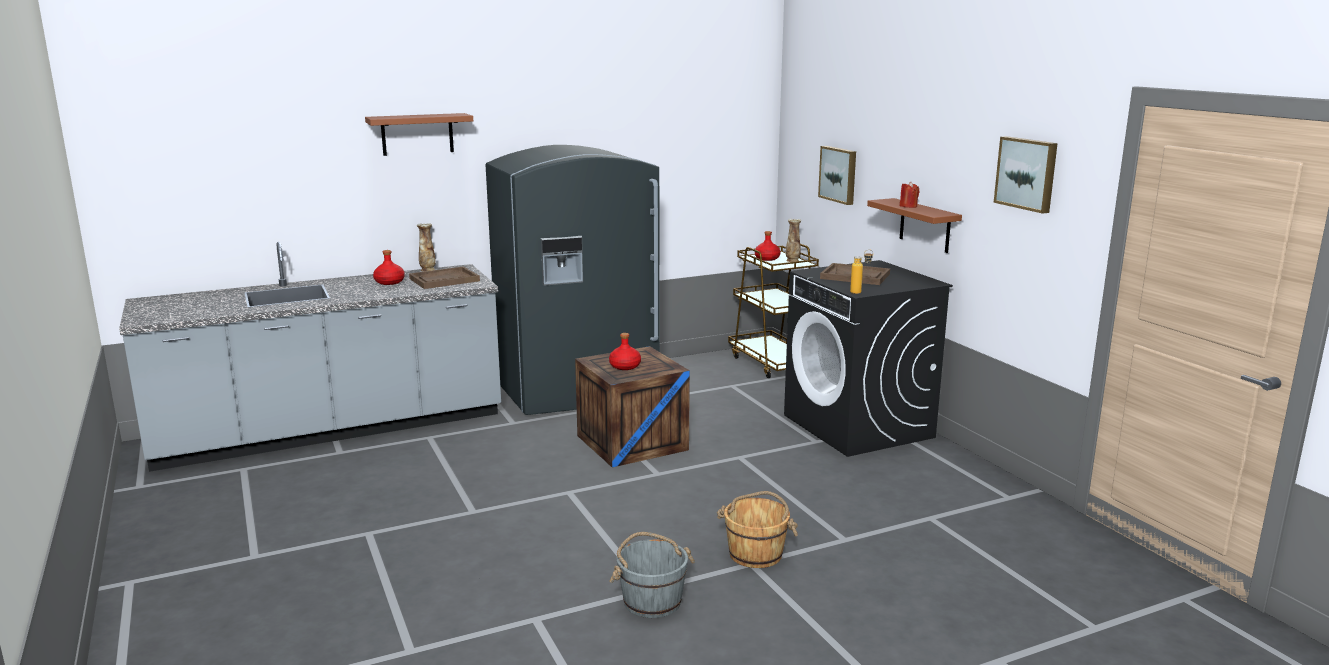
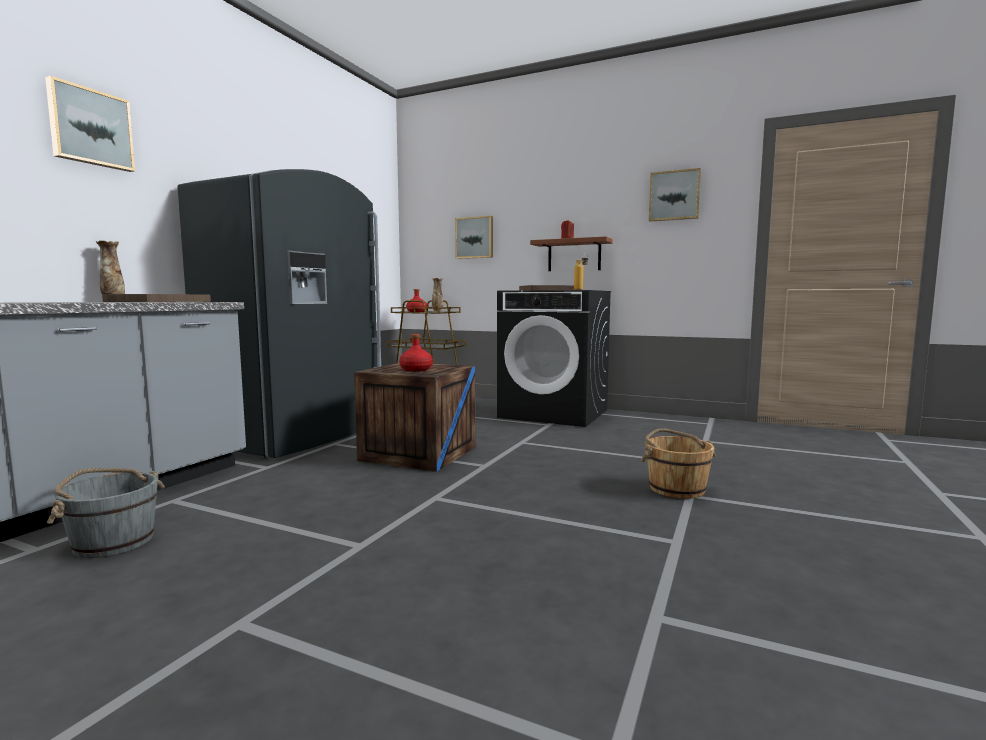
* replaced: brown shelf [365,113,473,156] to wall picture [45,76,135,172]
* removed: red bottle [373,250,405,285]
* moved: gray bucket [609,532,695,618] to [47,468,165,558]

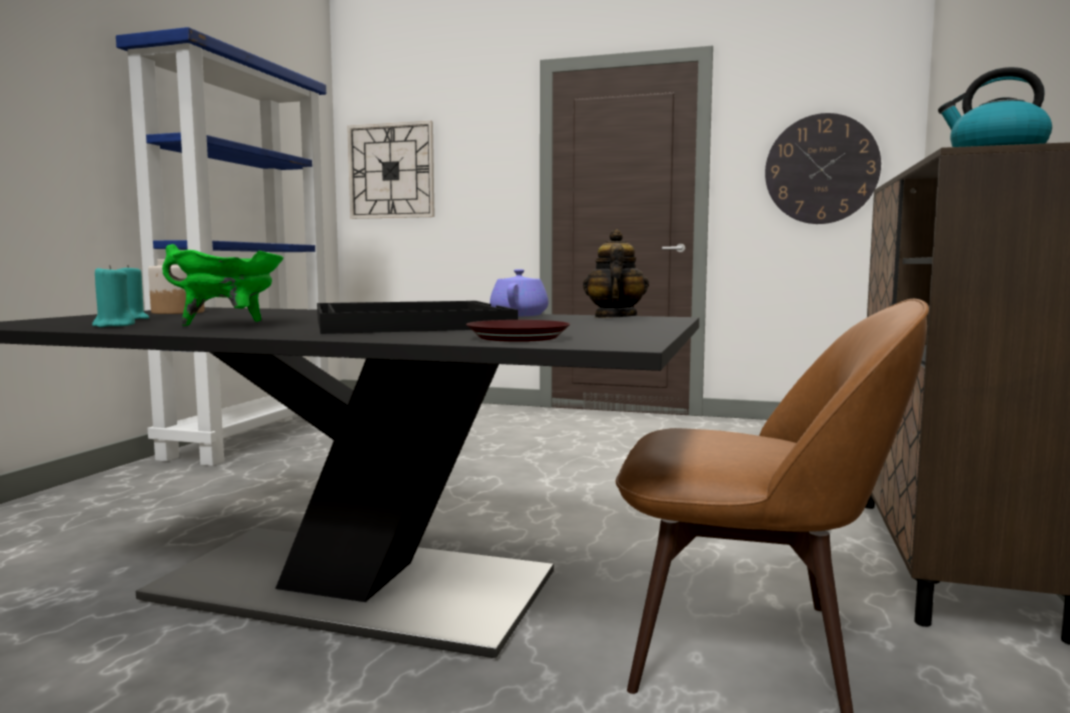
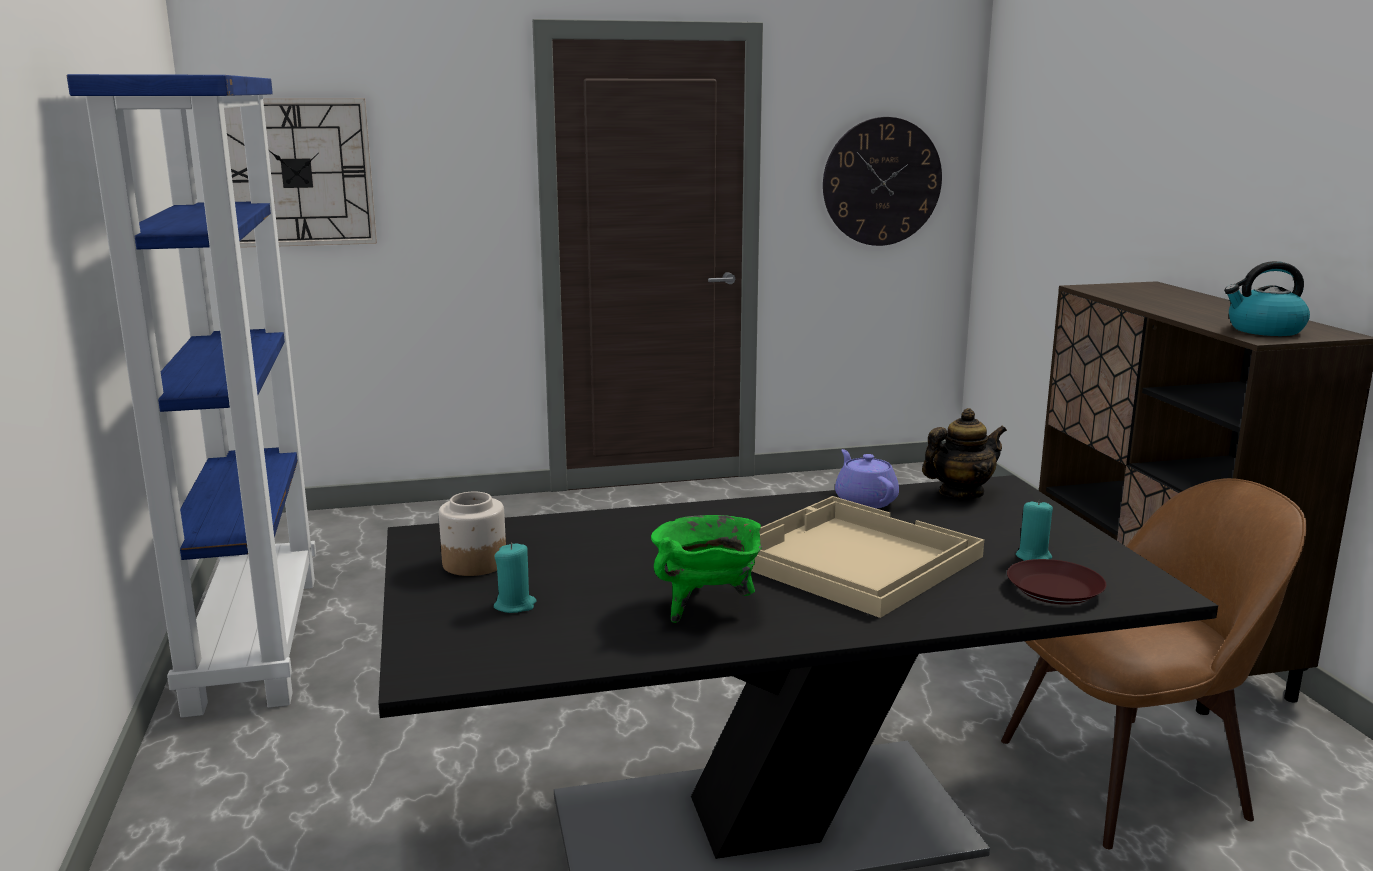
* moved: turquoise-coloured wax candle [92,265,135,327] to [1016,499,1053,561]
* recoloured: black-coloured tray [317,301,518,334] to beige-coloured tray [751,496,984,618]
* turned: tea pot [583,229,649,318] = [922,408,1007,499] 90 degrees clockwise

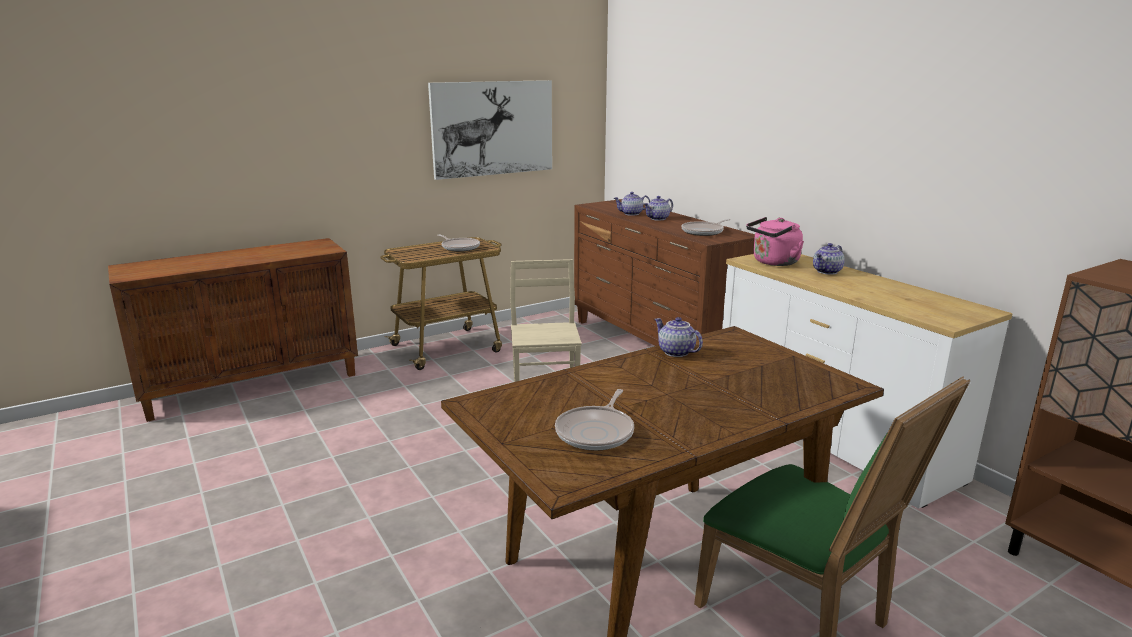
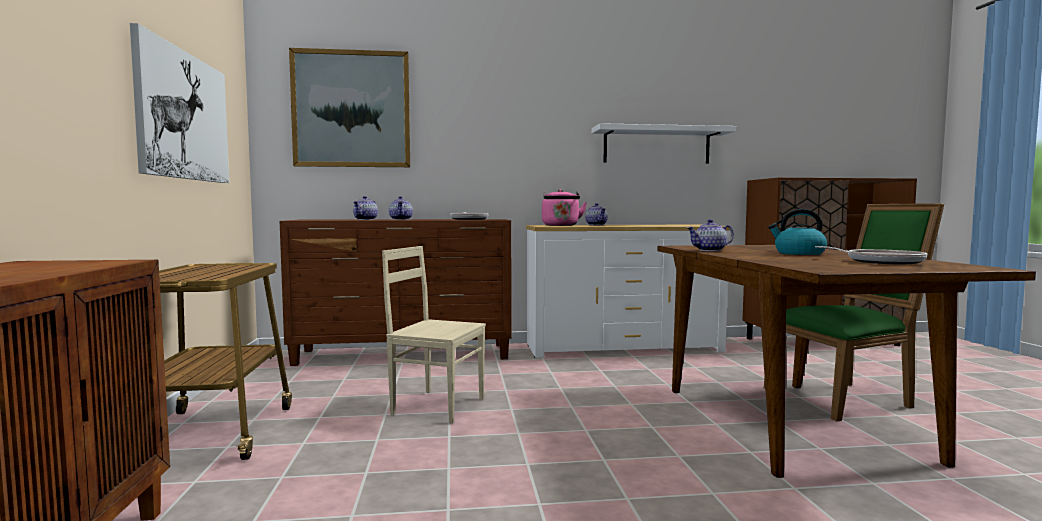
* removed: frying pan [437,234,480,252]
* added: wall picture [289,48,410,167]
* added: whitish shelf [592,123,736,164]
* added: kettle [768,209,827,255]

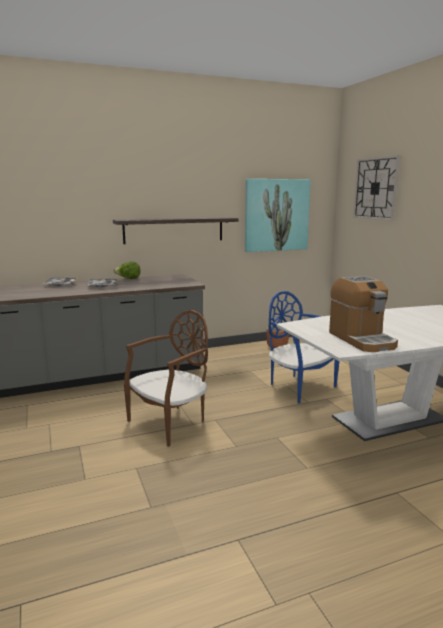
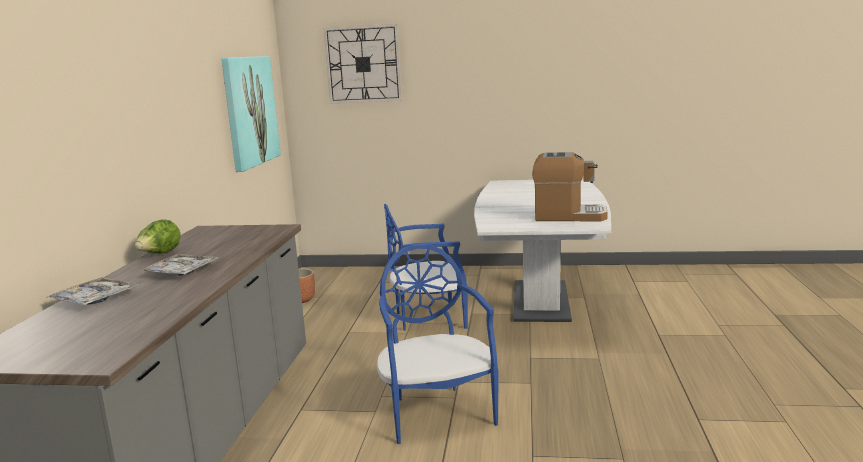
* removed: shelf [113,217,238,244]
* recoloured: brown chair [124,310,208,447] to blue-coloured chair [377,244,499,444]

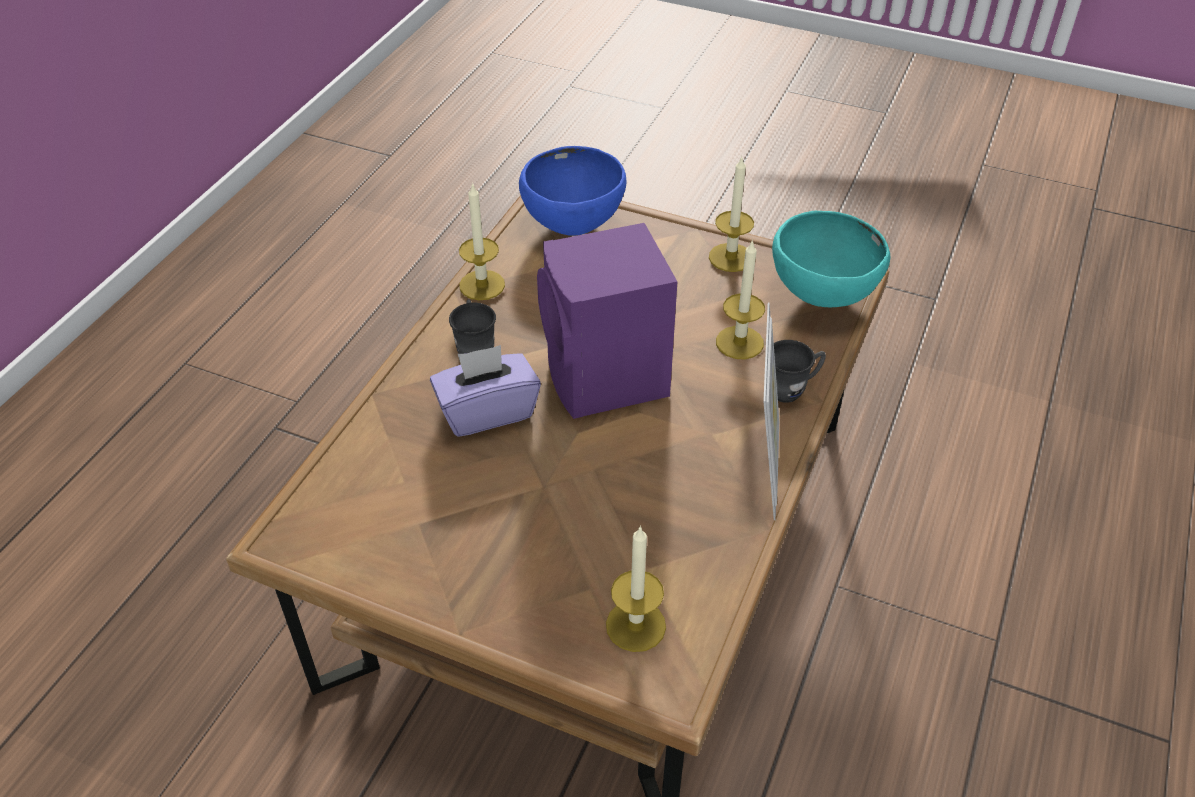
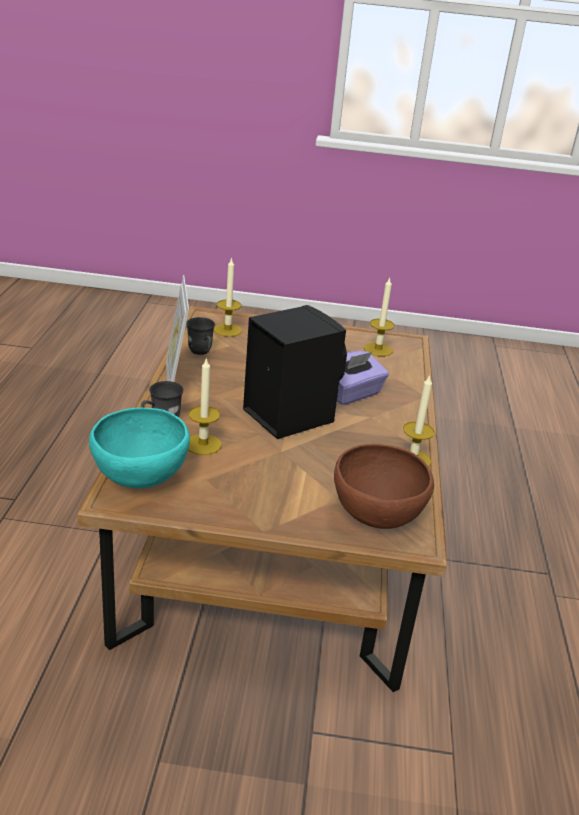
* moved: gray tea mug [449,299,496,354] to [186,317,215,355]
* recoloured: blue-coloured serving bowl [519,146,626,236] to brown serving bowl [334,444,434,529]
* recoloured: purple-coloured loudspeaker [537,223,678,419] to black-coloured loudspeaker [243,305,347,439]
* moved: wax candle [709,157,754,272] to [364,277,395,357]

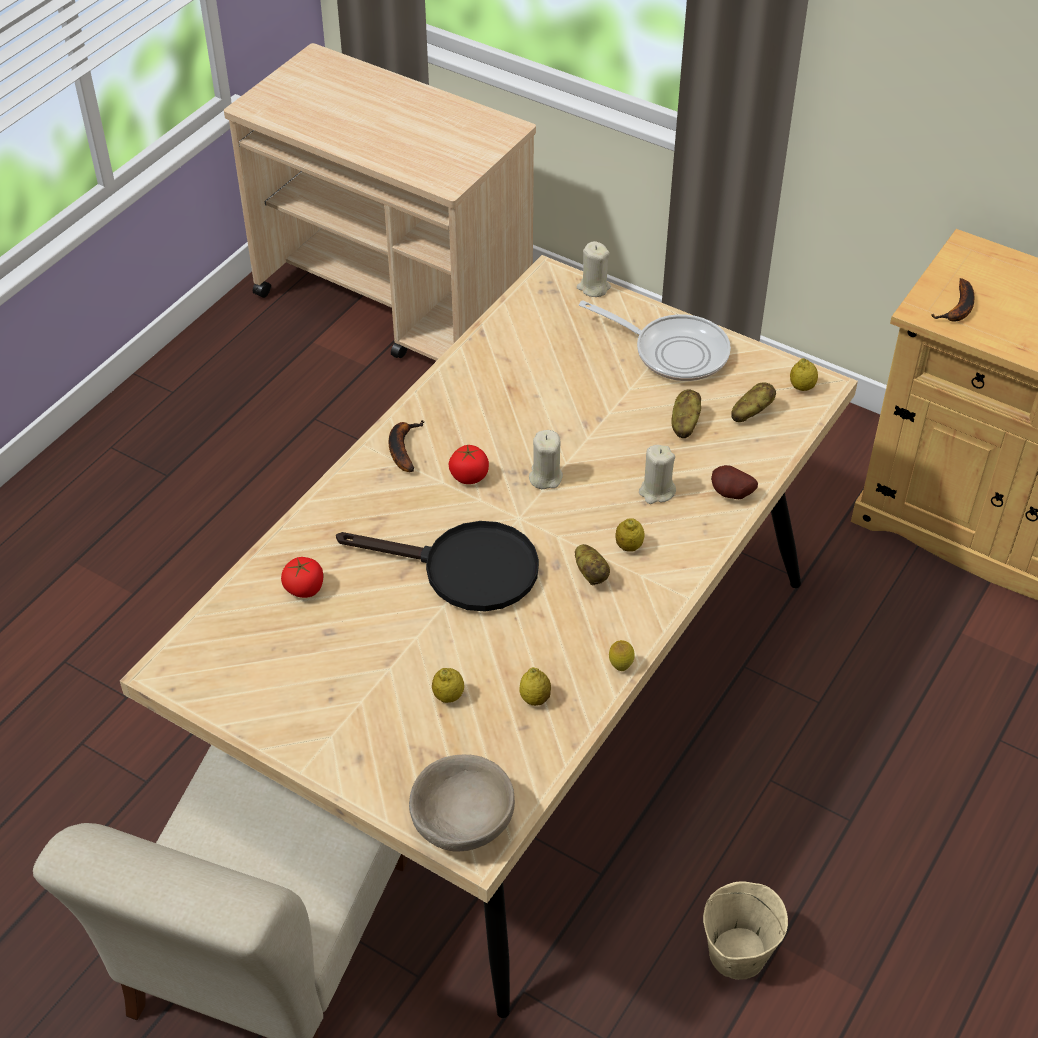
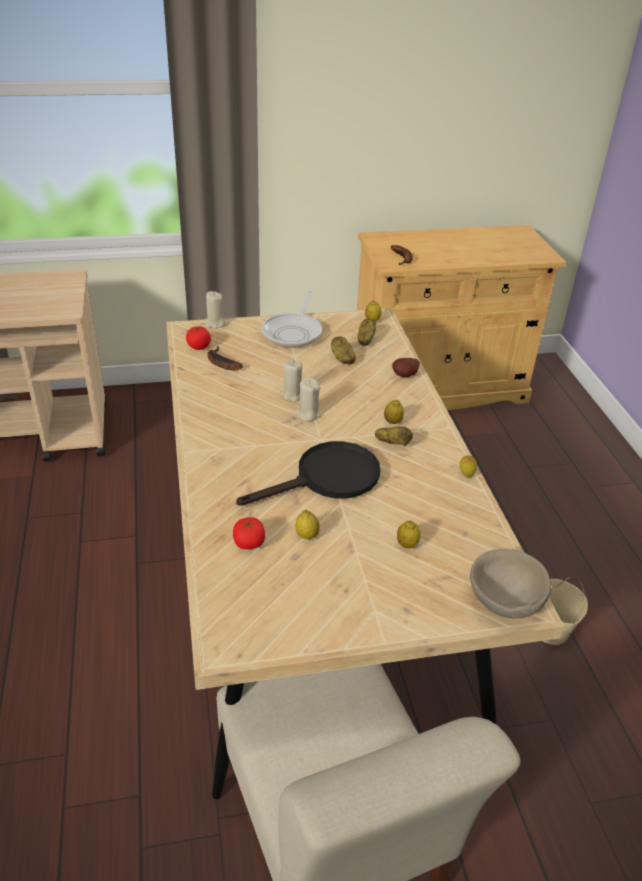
* moved: whole banana [389,420,425,472] to [207,346,243,370]
* moved: fresh tomato [448,444,489,484] to [186,326,211,350]
* moved: citrus fruit [519,667,551,706] to [296,510,320,539]
* turned: frying pan [579,300,731,381] = [262,289,322,348] 120 degrees clockwise
* moved: beige-coloured wax candle [639,445,676,504] to [281,360,302,402]

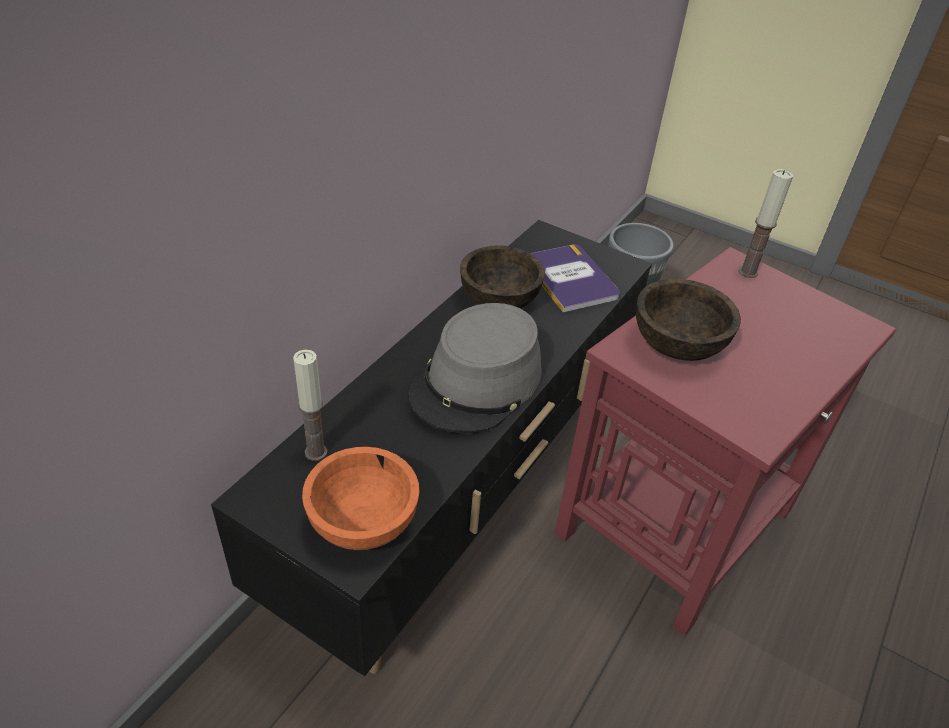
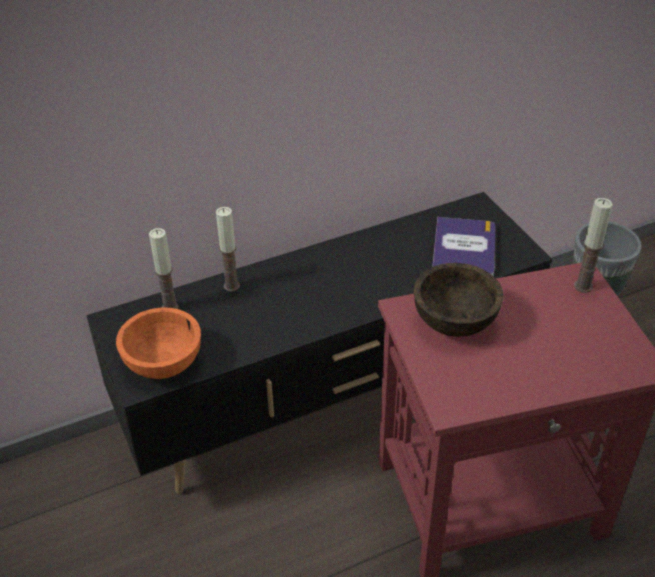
* removed: gray wearable hat [408,303,542,433]
* removed: brown serving bowl [460,245,545,308]
* added: wax candle [216,207,240,292]

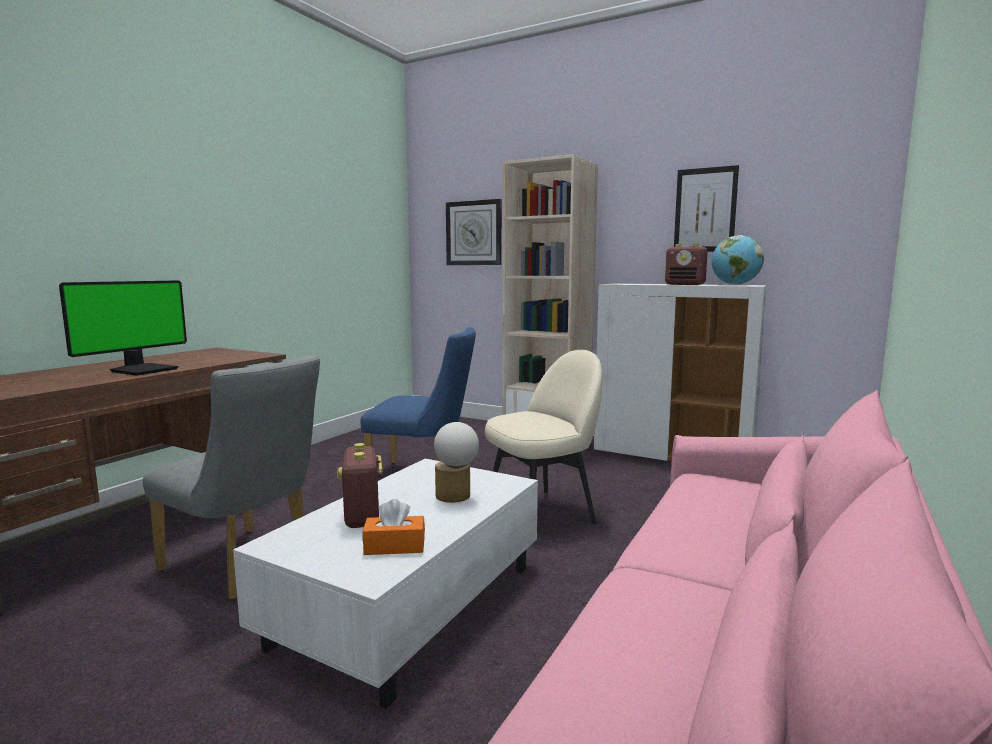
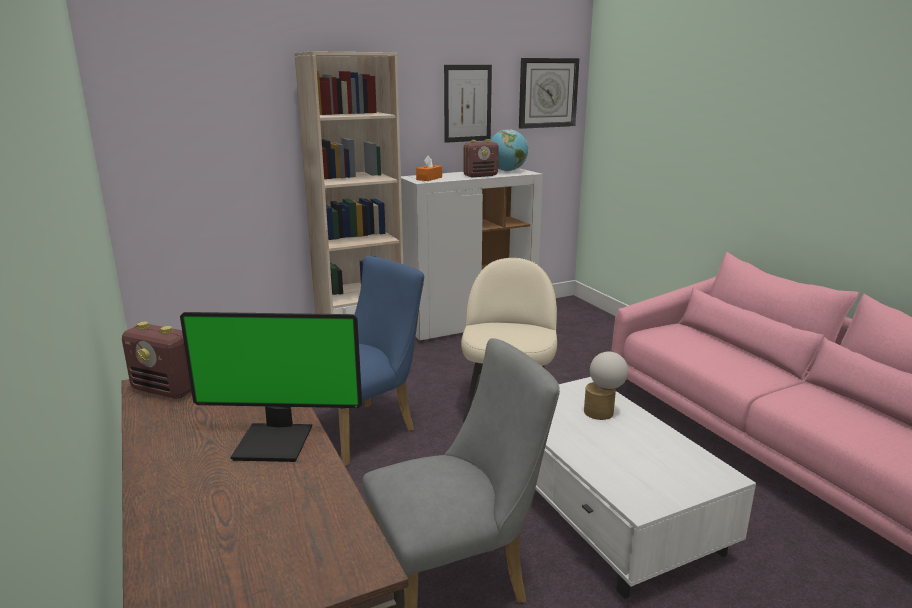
* turned: monitor [59,280,187,376] = [180,312,362,462] 120 degrees clockwise
* moved: radio receiver [337,443,382,528] to [122,322,192,399]
* moved: orangey tissue box [363,499,425,555] to [416,155,442,181]
* moved: clock on the wall [446,199,502,265] to [519,58,579,129]

